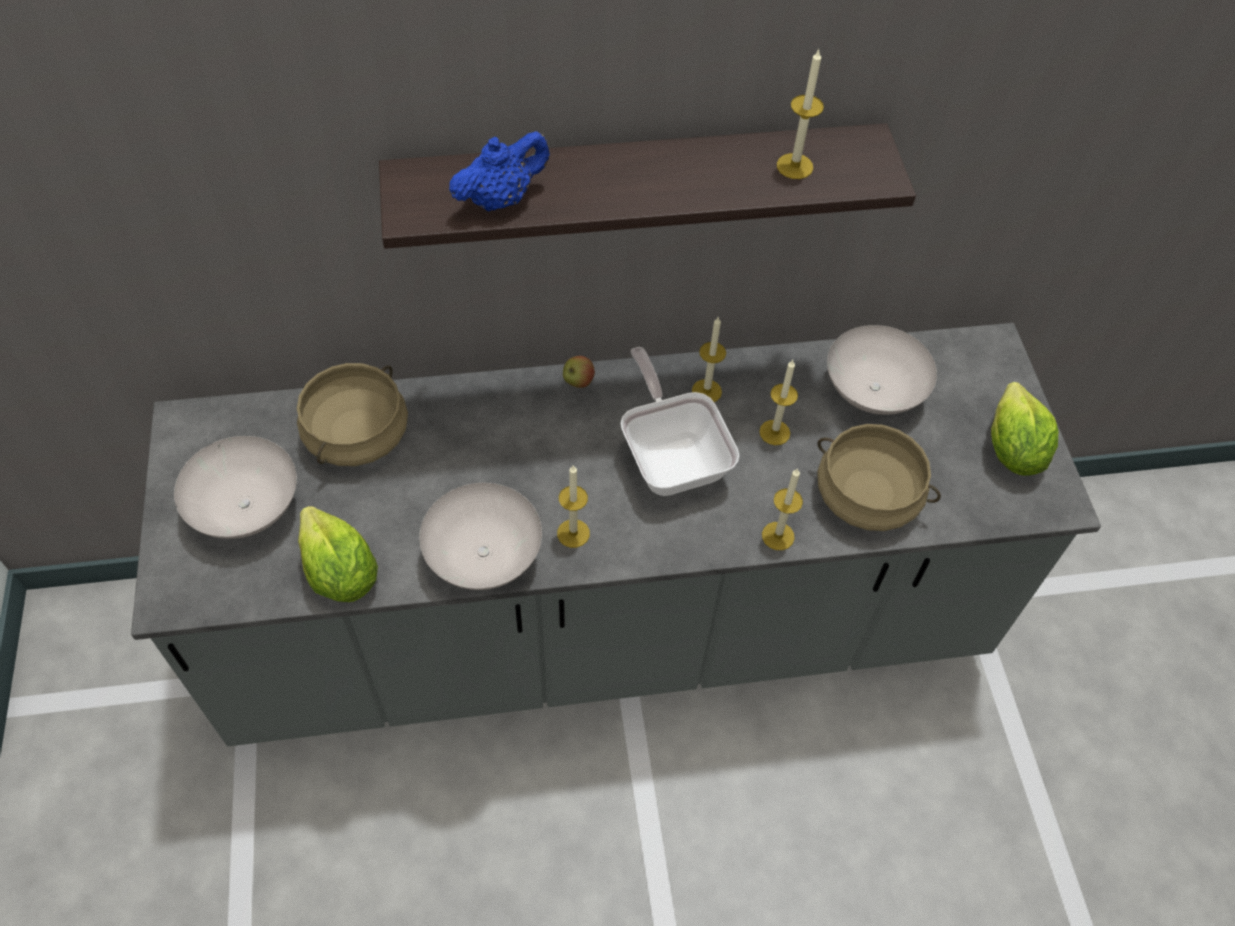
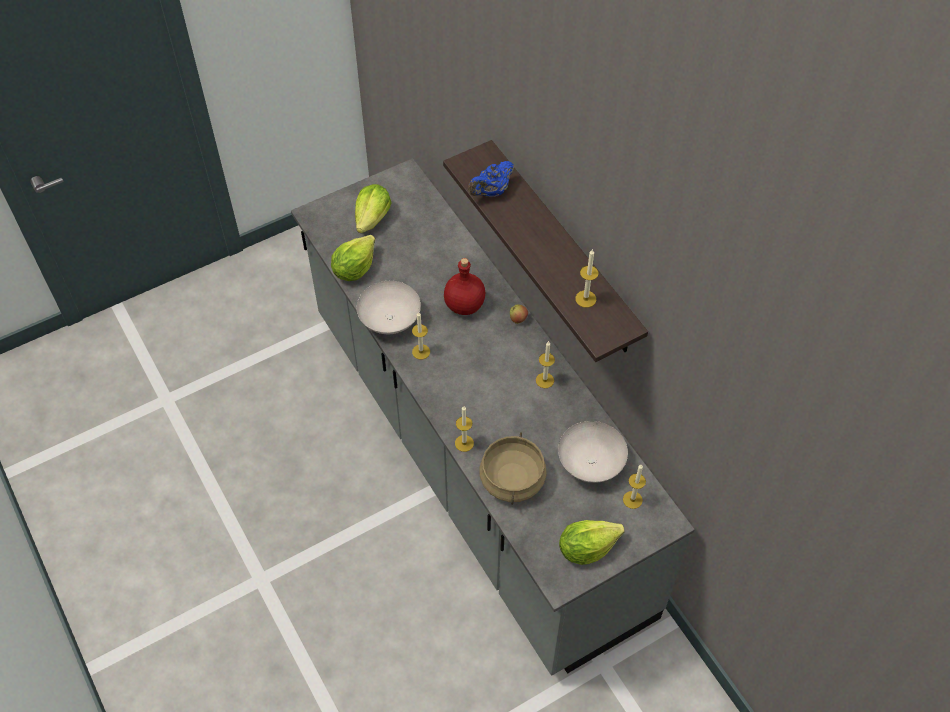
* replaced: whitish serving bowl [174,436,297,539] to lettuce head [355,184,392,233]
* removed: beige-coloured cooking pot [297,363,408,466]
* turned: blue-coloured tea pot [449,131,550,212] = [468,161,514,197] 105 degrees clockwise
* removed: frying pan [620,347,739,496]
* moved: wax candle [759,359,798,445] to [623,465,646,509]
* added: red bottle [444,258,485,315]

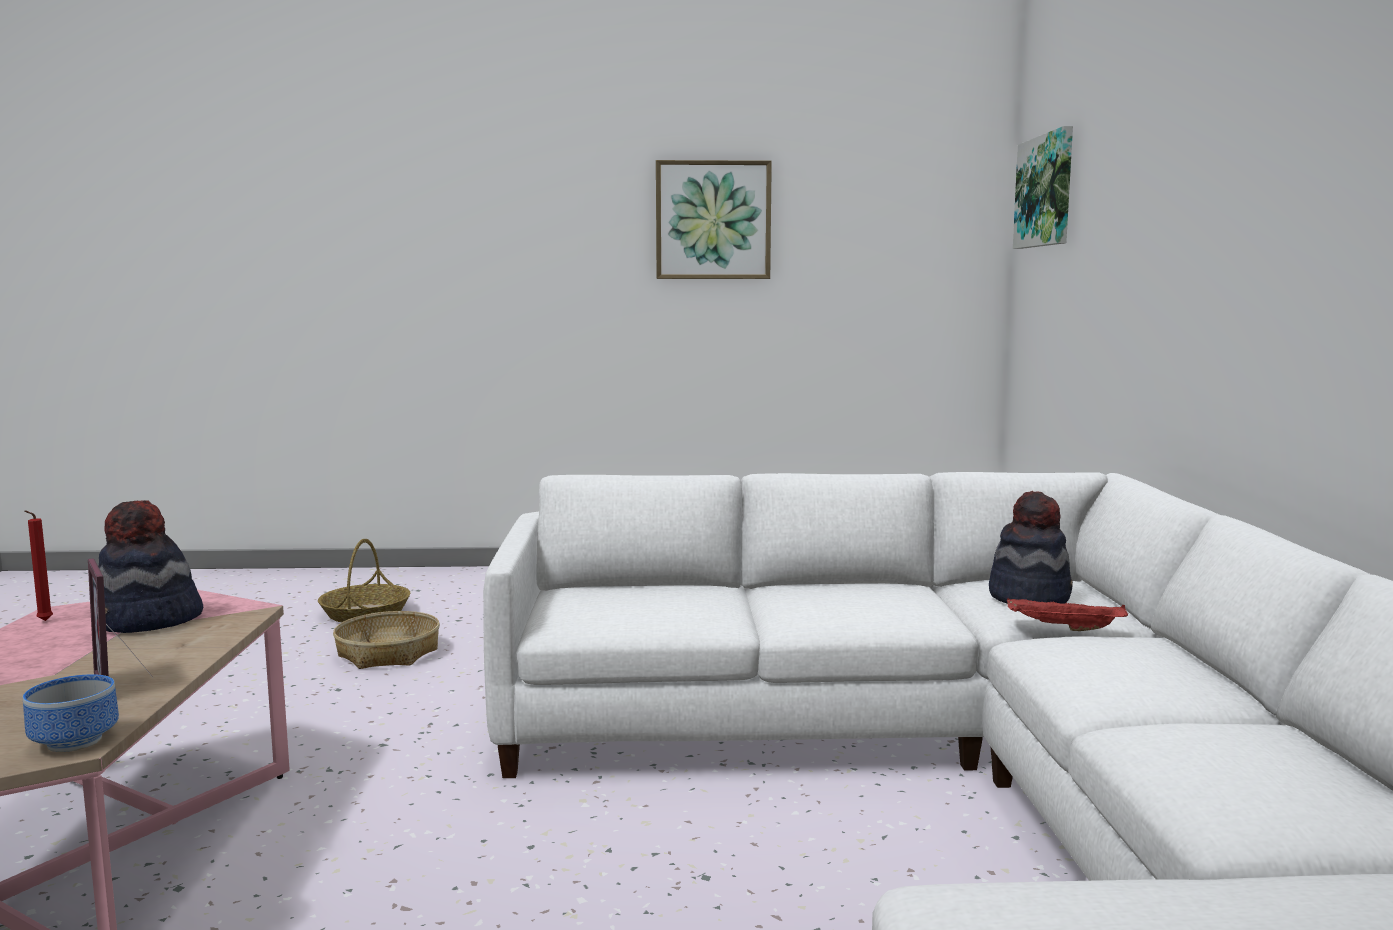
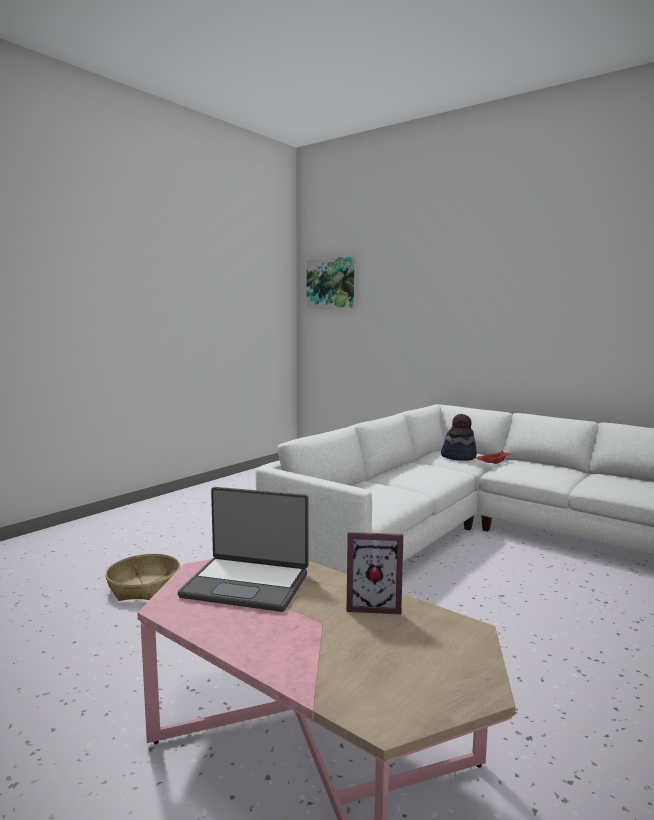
* removed: serving bowl [23,674,119,752]
* removed: red wax candle [25,510,53,621]
* replaced: wearable hat [98,500,203,633] to laptop [178,487,308,612]
* removed: household basket [318,539,410,622]
* removed: wall picture [656,160,772,279]

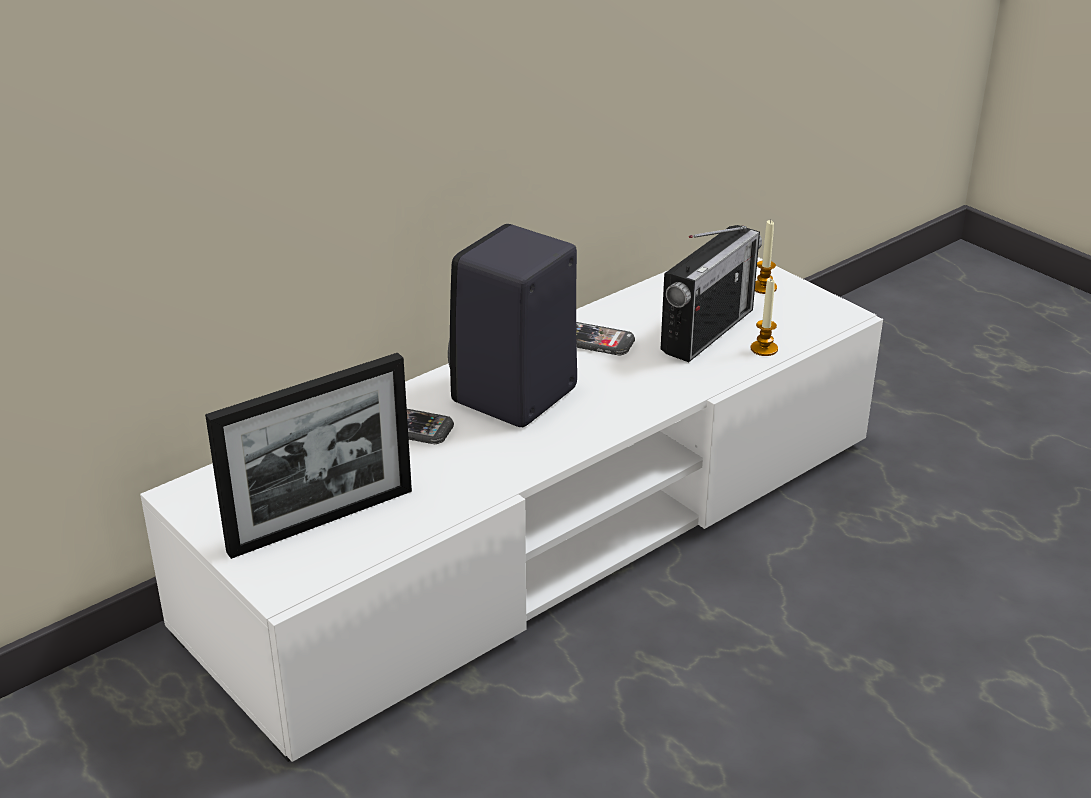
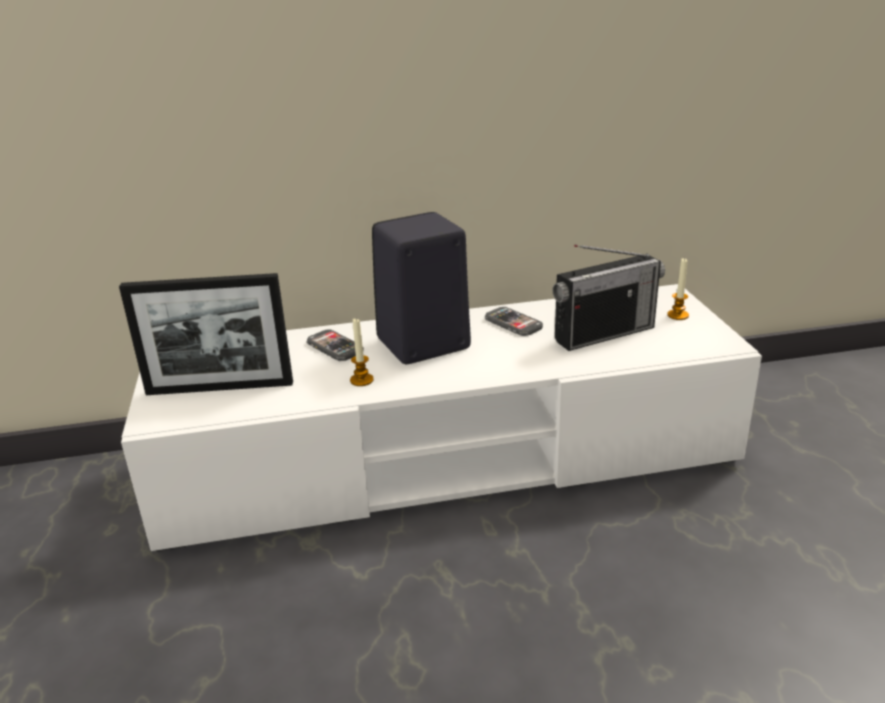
* moved: wax candle [751,279,778,356] to [350,319,374,386]

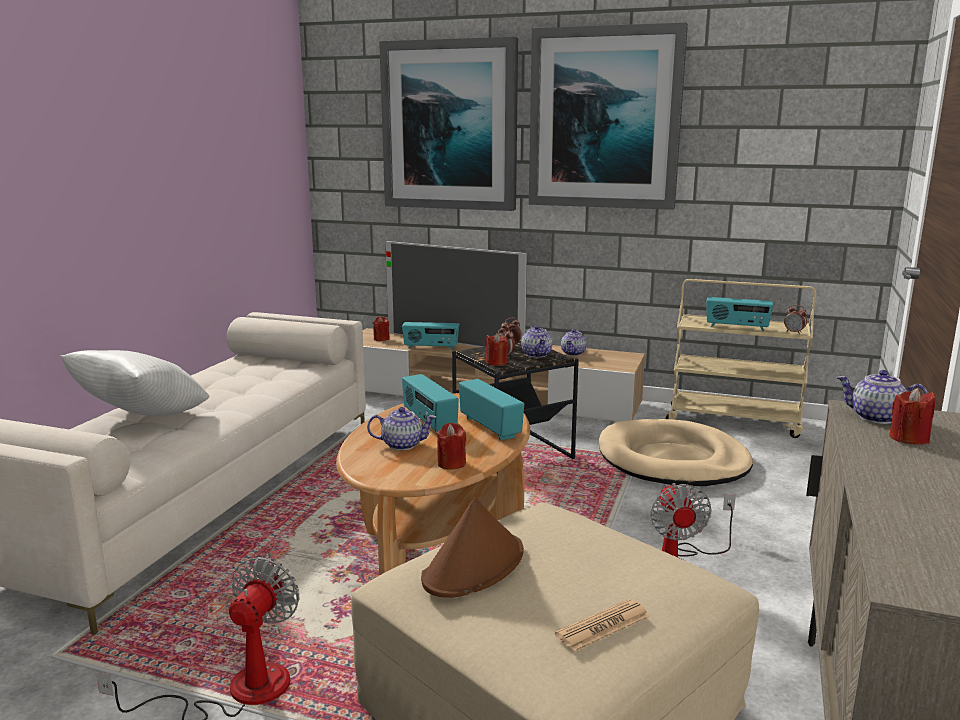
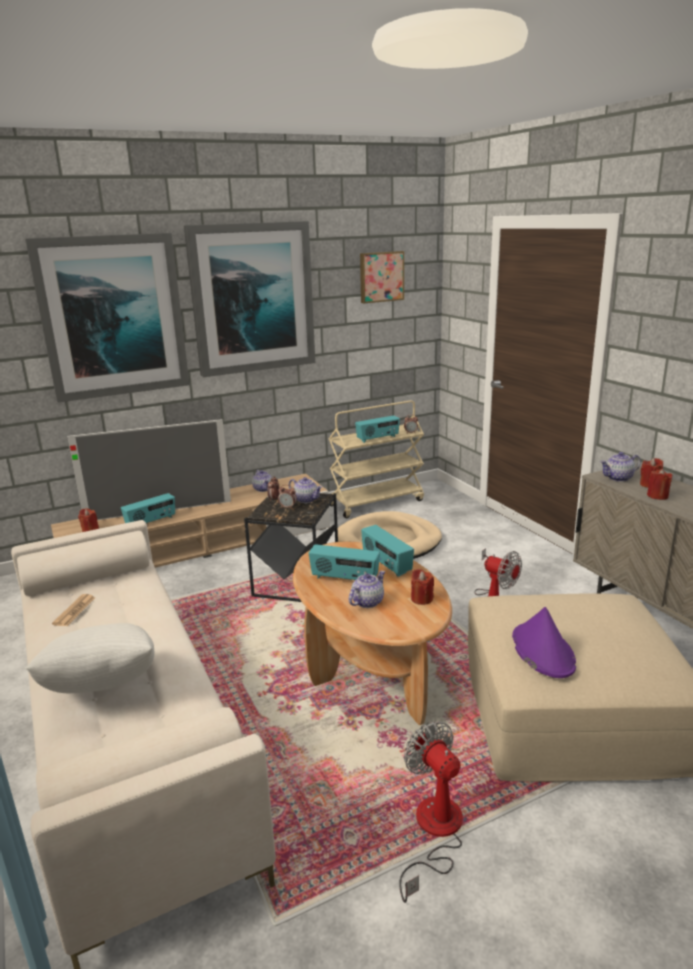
* recoloured: brown wearable hat [421,497,524,598] to purple-coloured wearable hat [512,607,576,678]
* turned: radio receiver [459,379,524,440] = [361,525,414,577] 135 degrees counterclockwise
* moved: red wax candle [486,333,509,366] to [647,469,673,500]
* moved: printed paper [555,599,650,651] to [52,594,95,626]
* added: wall picture [360,251,404,303]

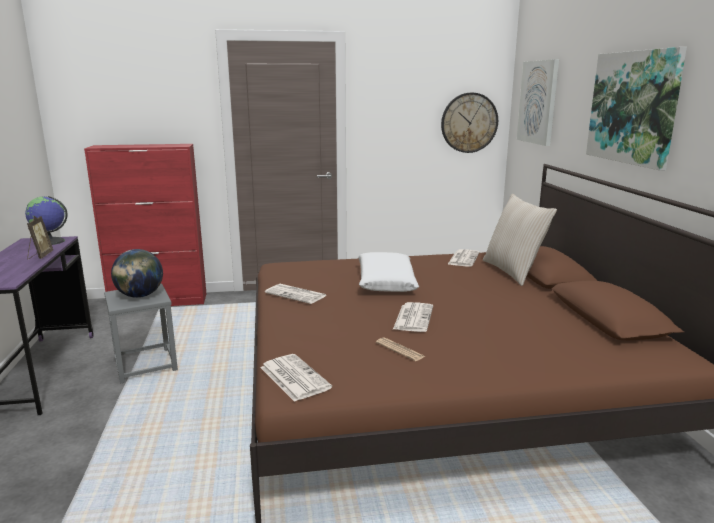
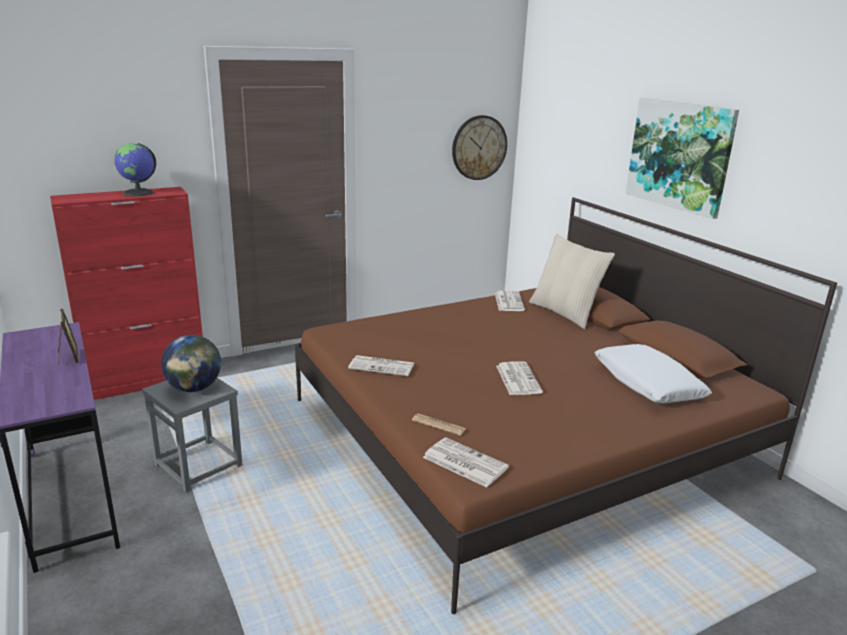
* moved: world globe [25,196,67,245] to [114,143,156,196]
* moved: whitish cushion [358,252,419,292] to [595,344,712,403]
* moved: printed paper [376,337,425,361] to [412,414,466,435]
* removed: wall picture [517,59,559,146]

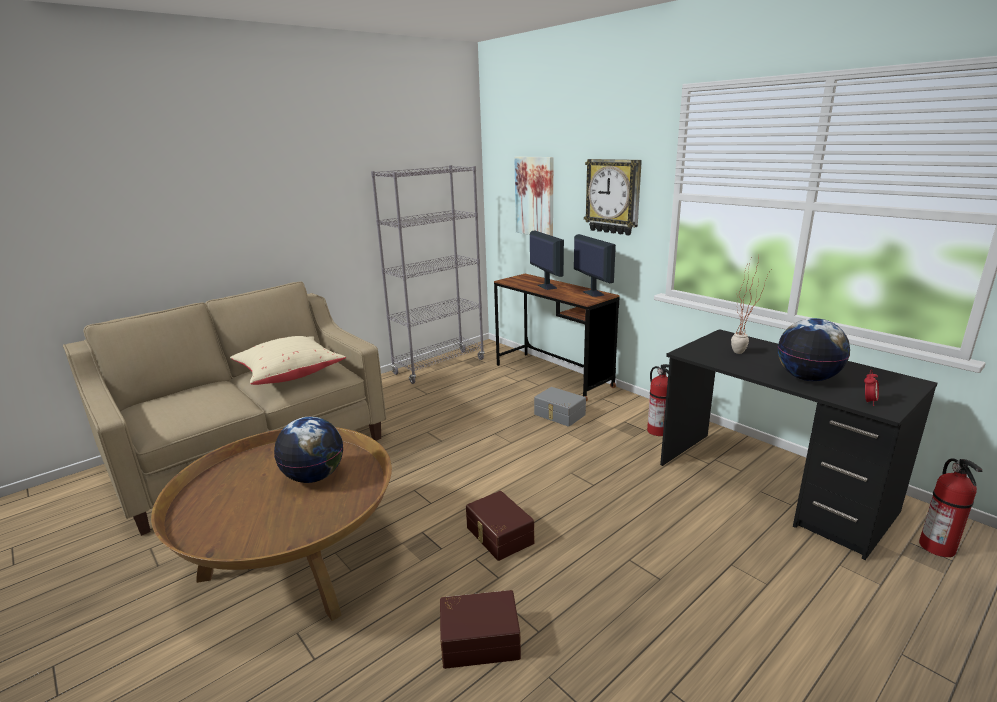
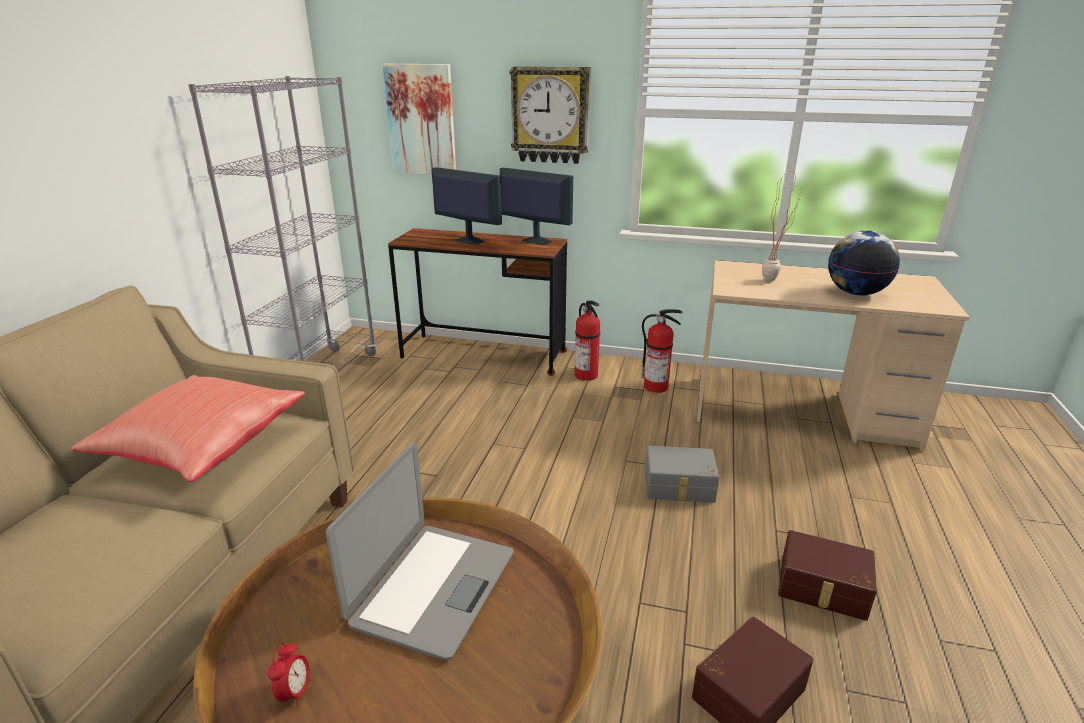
* recoloured: beige-coloured cushion [230,336,346,385] to red cushion [71,375,305,482]
* replaced: world globe [274,417,343,483] to laptop [326,443,514,660]
* moved: brown storage container [466,491,534,561] to [778,530,877,621]
* moved: gray storage container [534,387,586,427] to [645,446,719,503]
* recoloured: black-coloured desk unit [660,329,938,560] to beige-coloured desk unit [697,260,970,451]
* moved: alarm clock [864,369,879,406] to [268,643,311,707]
* moved: extinguisher [919,458,982,557] to [575,301,600,381]

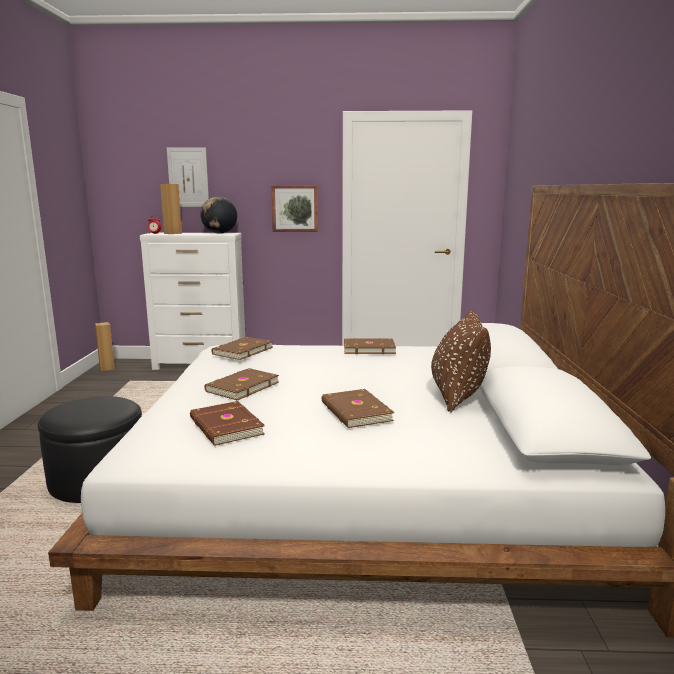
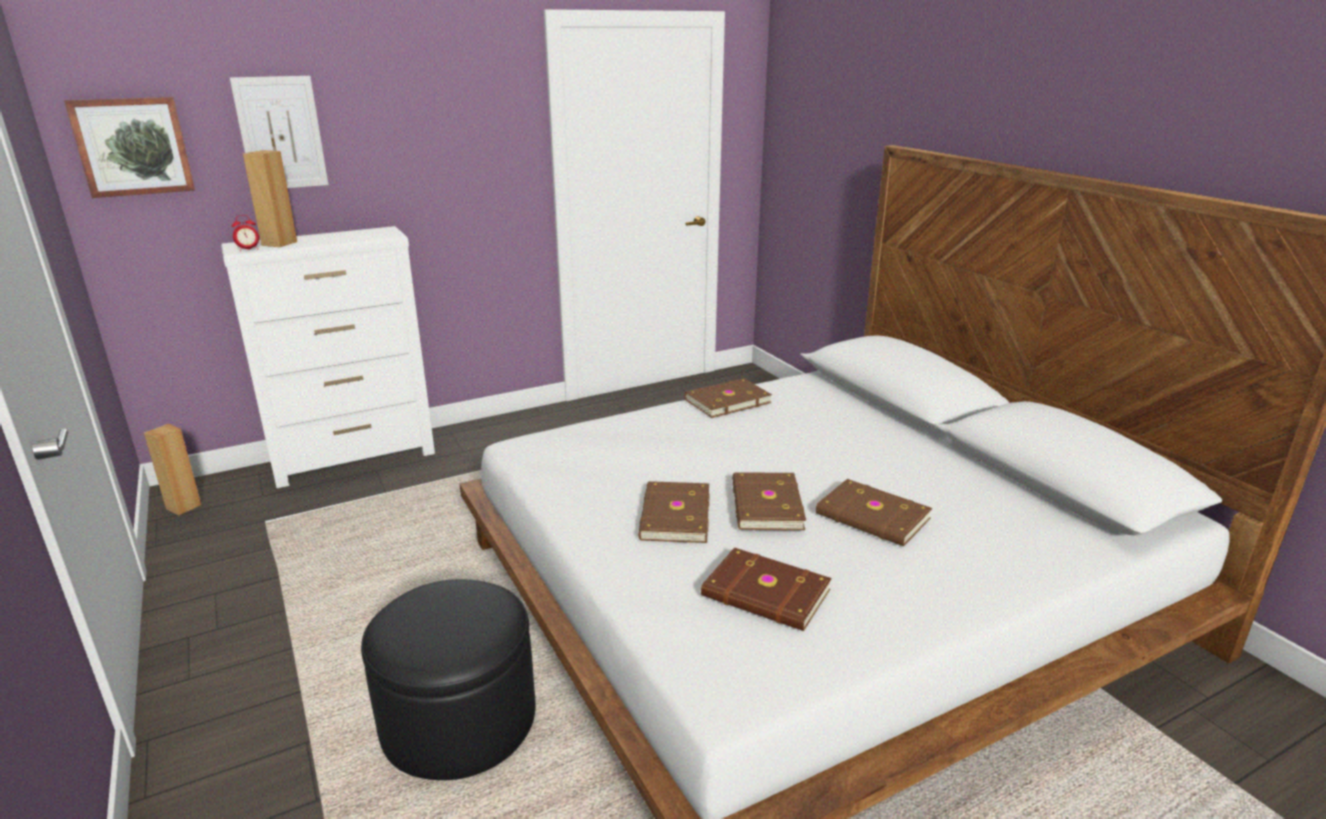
* removed: world globe [200,197,237,234]
* moved: brown book [212,337,273,360] to [732,472,806,530]
* moved: wall picture [271,185,318,232] to [64,97,195,198]
* removed: brown cushion [431,309,491,412]

